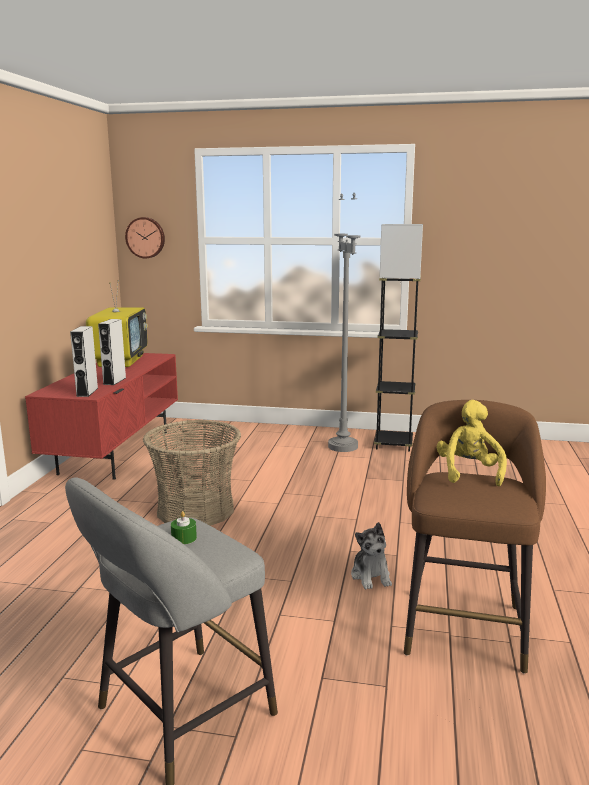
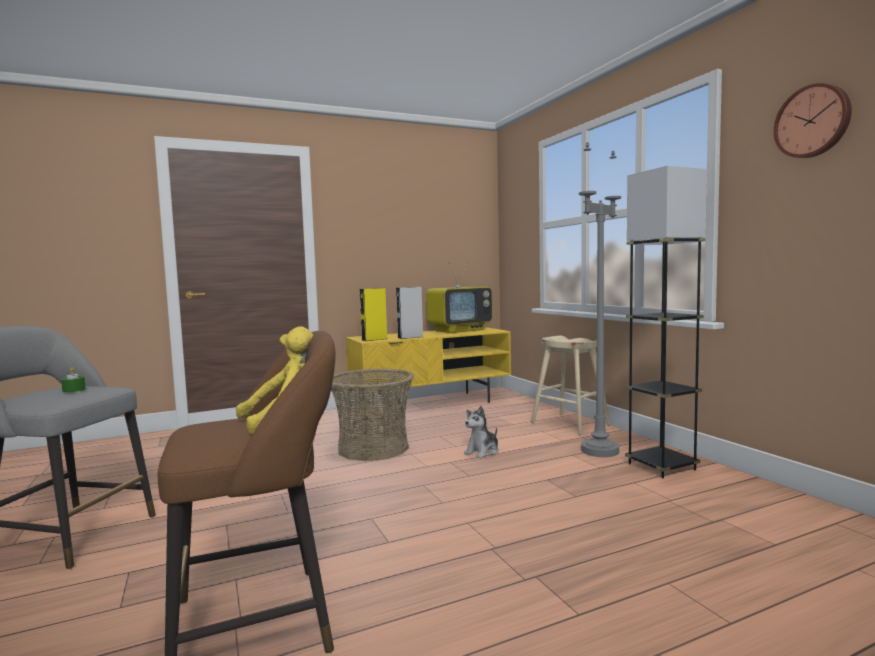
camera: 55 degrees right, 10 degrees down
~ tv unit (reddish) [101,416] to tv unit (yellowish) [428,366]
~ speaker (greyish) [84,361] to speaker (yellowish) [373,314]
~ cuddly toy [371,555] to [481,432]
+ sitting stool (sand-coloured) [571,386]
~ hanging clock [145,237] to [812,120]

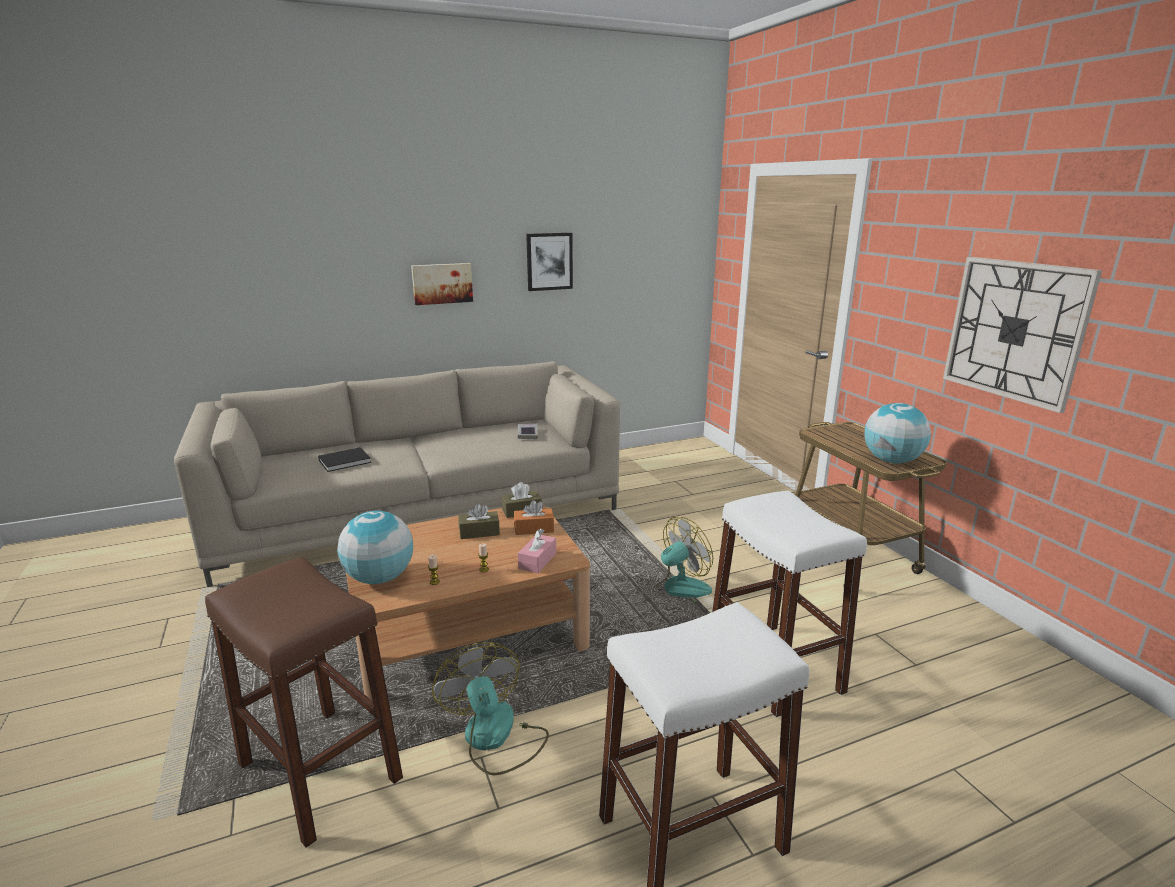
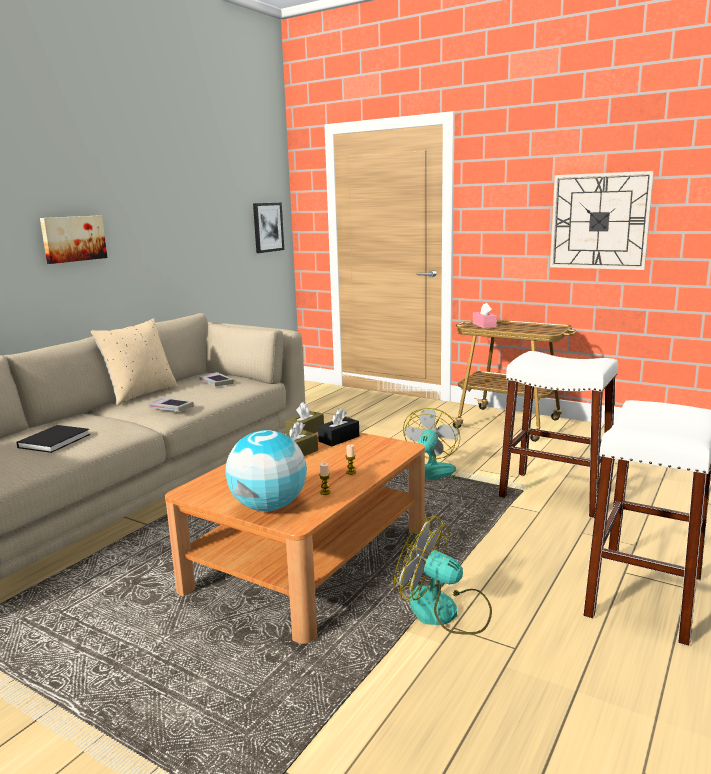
camera: 35 degrees left, 5 degrees down
+ throw pillow (sand-coloured) [134,361]
+ book [171,404]
~ wall picture [549,262] to [268,228]
~ tissue box (orange-coloured) [534,517] to tissue box (black) [338,427]
~ tissue box (pinkish) [537,551] to [485,315]
- sitting stool (brownish) [304,702]
- desk globe [897,433]

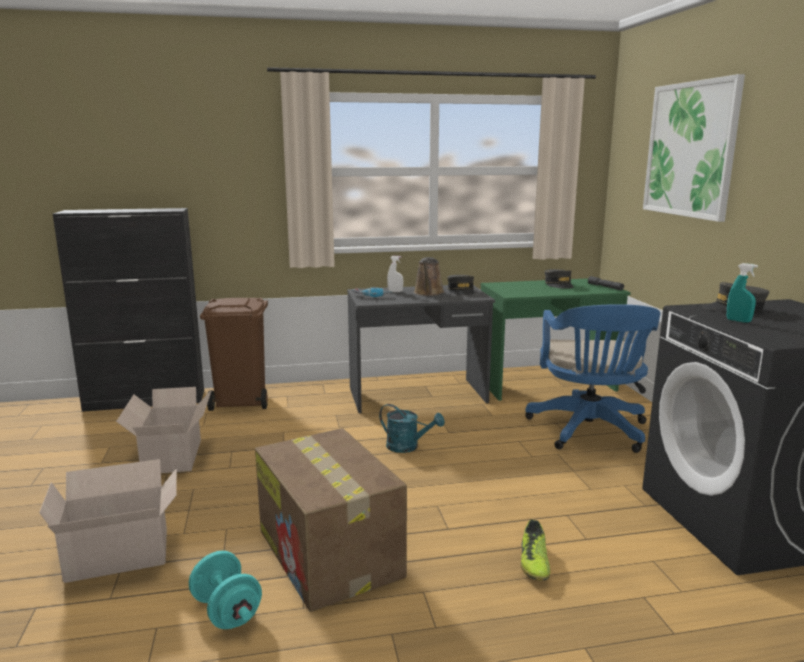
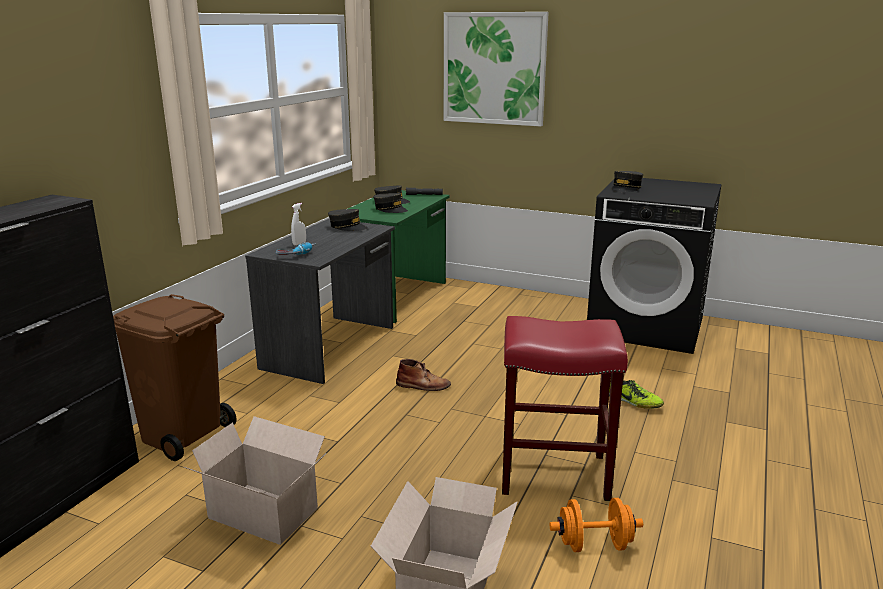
camera: 55 degrees left, 5 degrees up
+ cap (greyish) [390,203]
~ watering can (blue-green) [412,428] to high-top boot (brownish) [423,375]
~ cardboard box [331,520] to sitting stool (reddish) [565,408]
~ free weight (blue-green) [225,590] to free weight (orange-coloured) [596,525]
- watering can (brownish) [429,276]
- computer chair (blue) [592,378]
- sprayer (blue-green) [742,293]

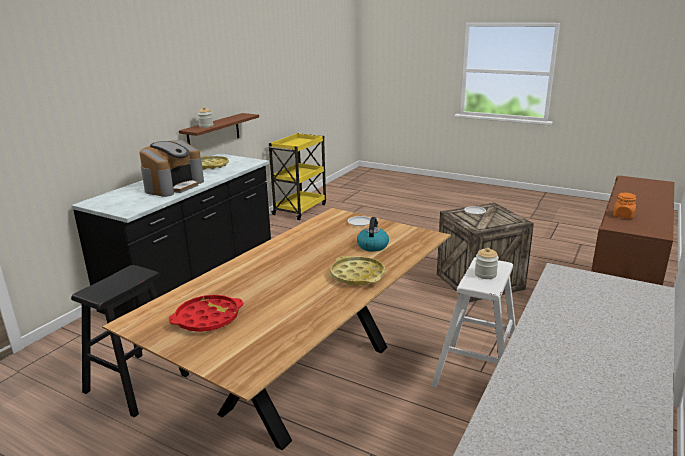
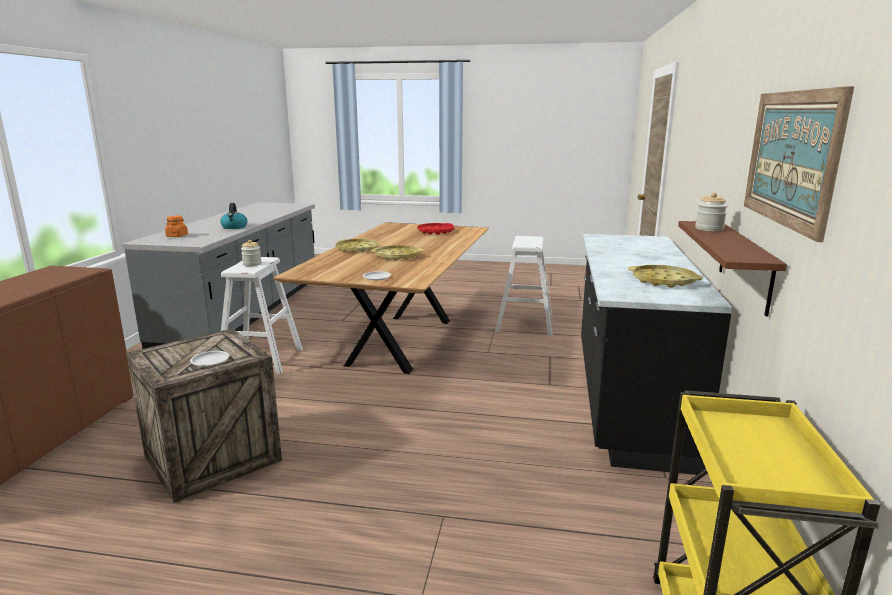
camera: 160 degrees right, 5 degrees down
~ preserve jar (orange-coloured) [624,205] to [176,226]
~ tea kettle [373,234] to [233,216]
+ tray (yellowish) [397,253]
~ sitting stool (black) [130,341] to sitting stool (white-coloured) [523,285]
+ wall picture [799,164]
- coffee machine [171,168]

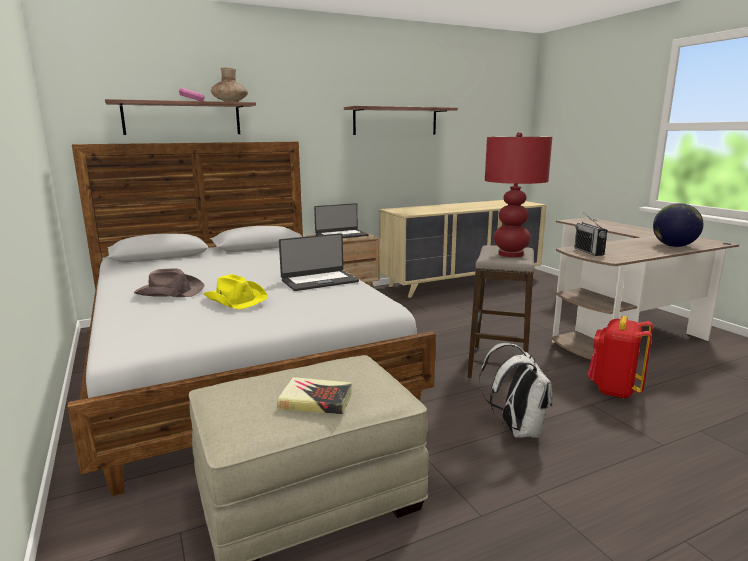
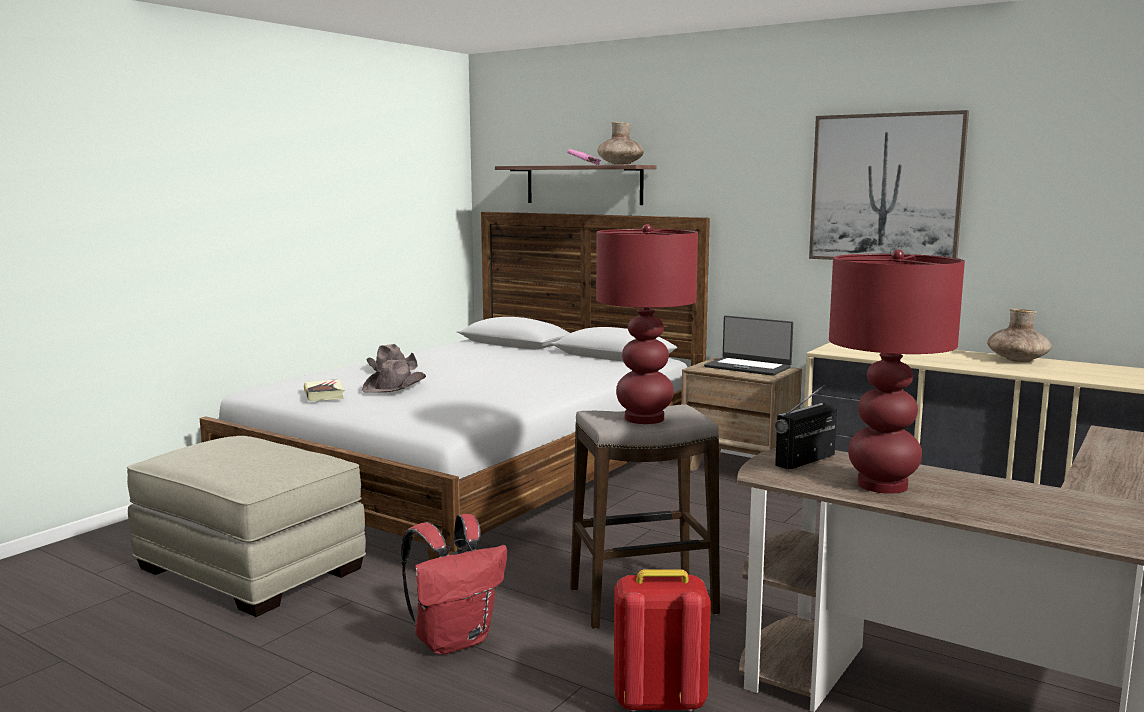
camera: 60 degrees right, 5 degrees down
~ book [314,395] to [324,390]
~ wearable hat (yellowish) [236,291] to wearable hat (brownish) [394,376]
~ backpack (white-coloured) [516,390] to backpack (reddish) [454,584]
~ shelf [401,120] to wall picture [889,185]
+ lamp for a table (reddish) [897,371]
+ flower vase (brownish) [1019,335]
- notebook computer [319,262]
- desk globe [678,225]

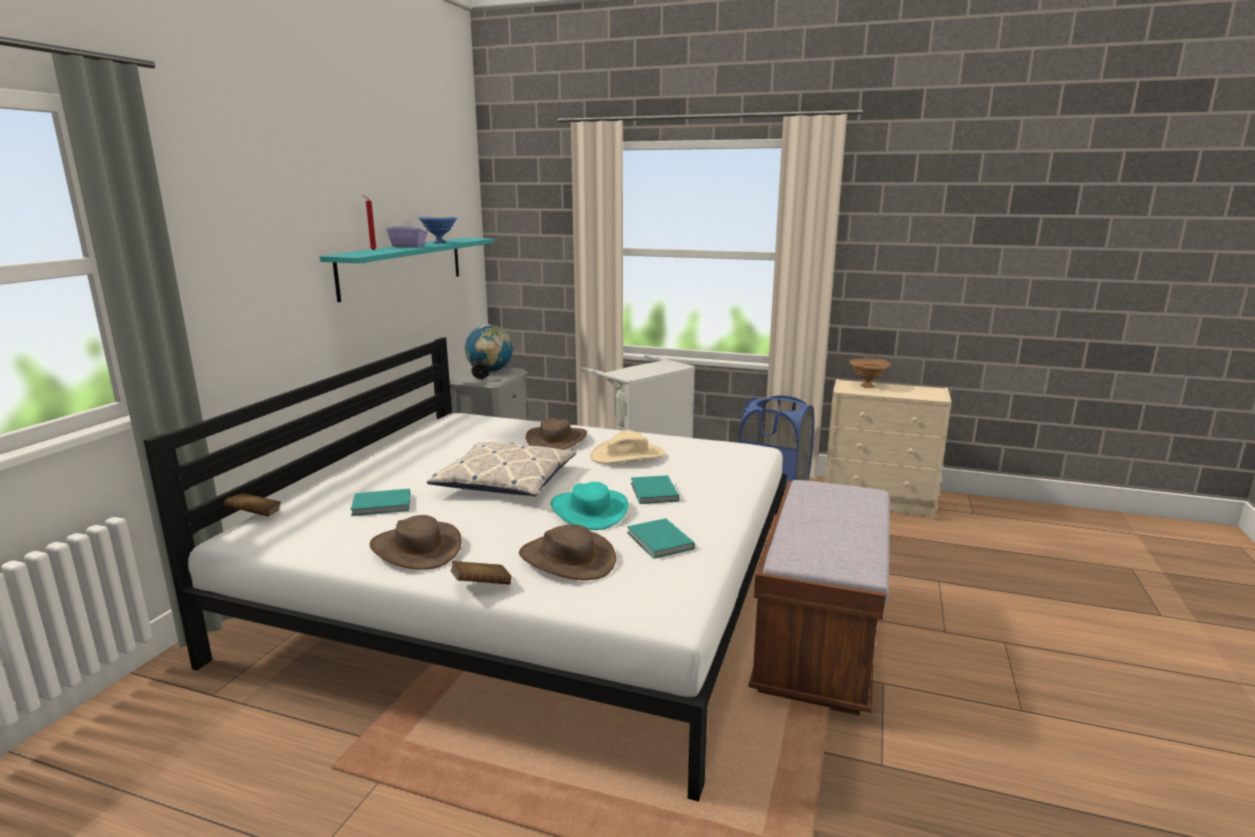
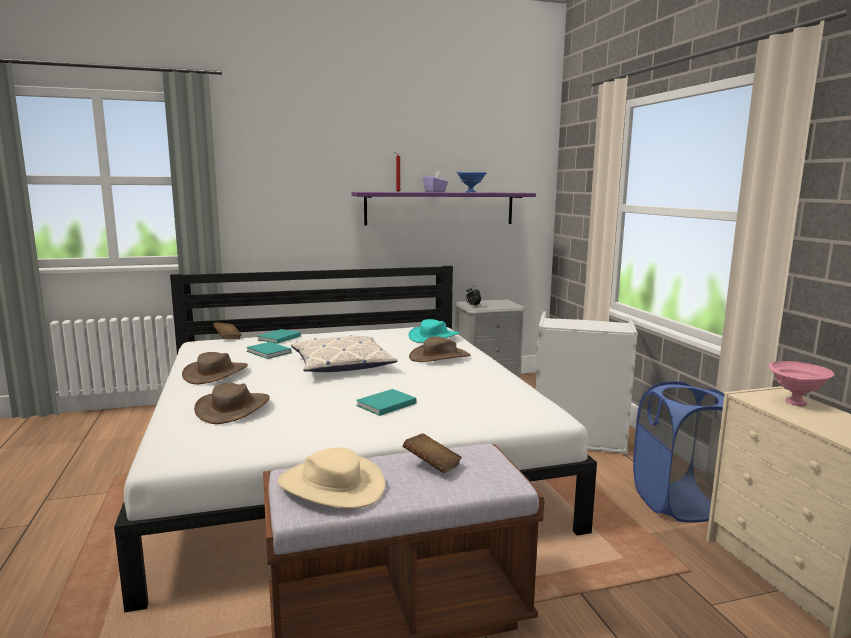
camera: 55 degrees right, 5 degrees down
~ book (blue-green) [661,538] to [279,336]
~ wearable hat (sand-coloured) [627,446] to [331,477]
~ shelf (blue-green) [407,270] to shelf (purple) [444,209]
~ book (brownish) [480,573] to [432,453]
~ wearable hat (blue-green) [589,506] to [434,331]
~ serving bowl (brownish) [870,373] to serving bowl (pinkish) [801,383]
- desk globe [489,348]

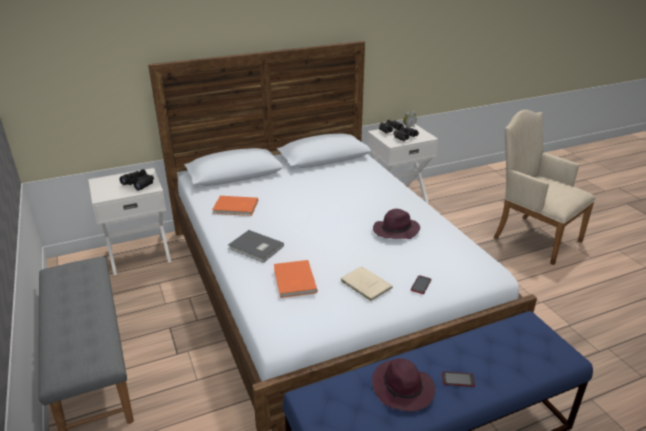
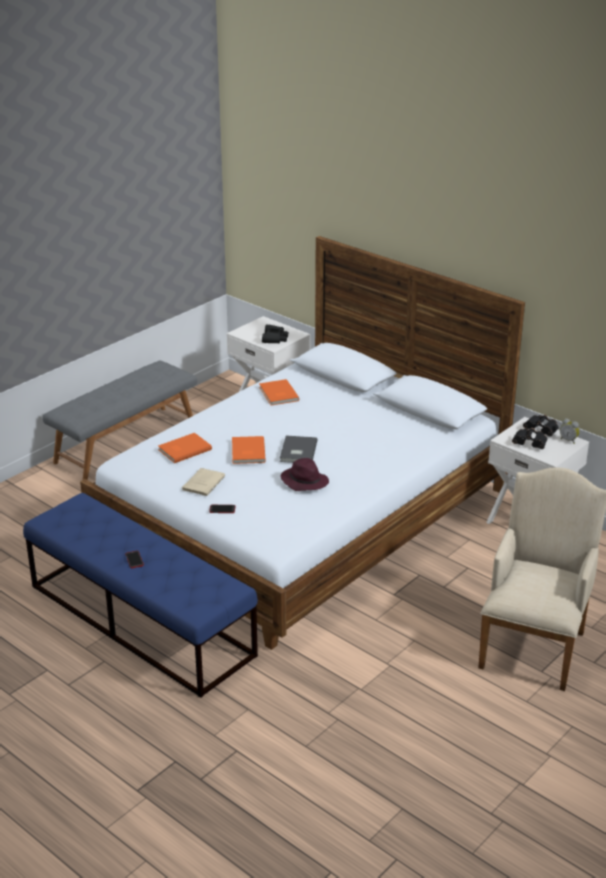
camera: 65 degrees right, 0 degrees up
+ book (orange-coloured) [249,450]
~ book (greyish) [256,246] to [299,449]
- wearable hat (purple) [403,384]

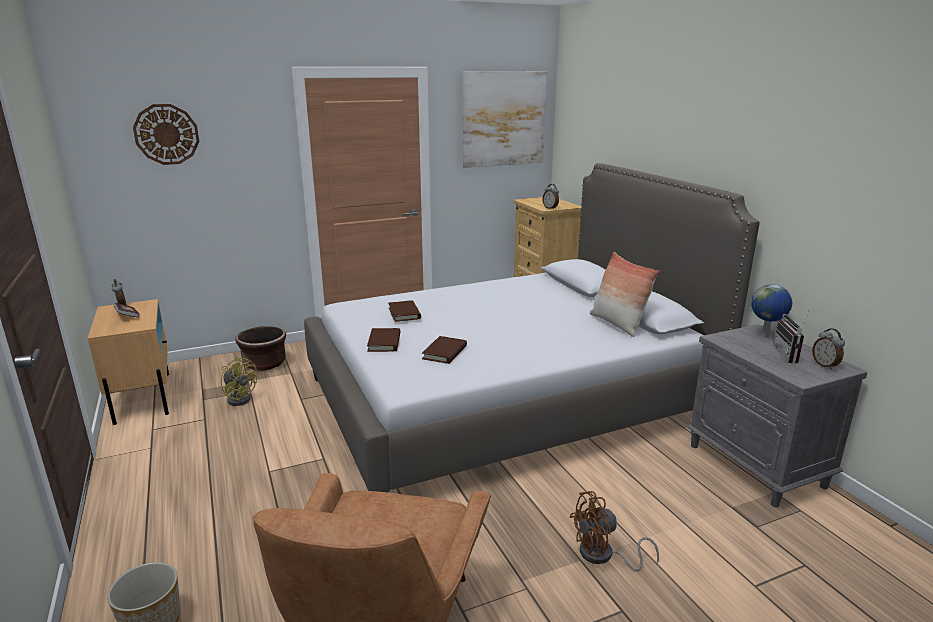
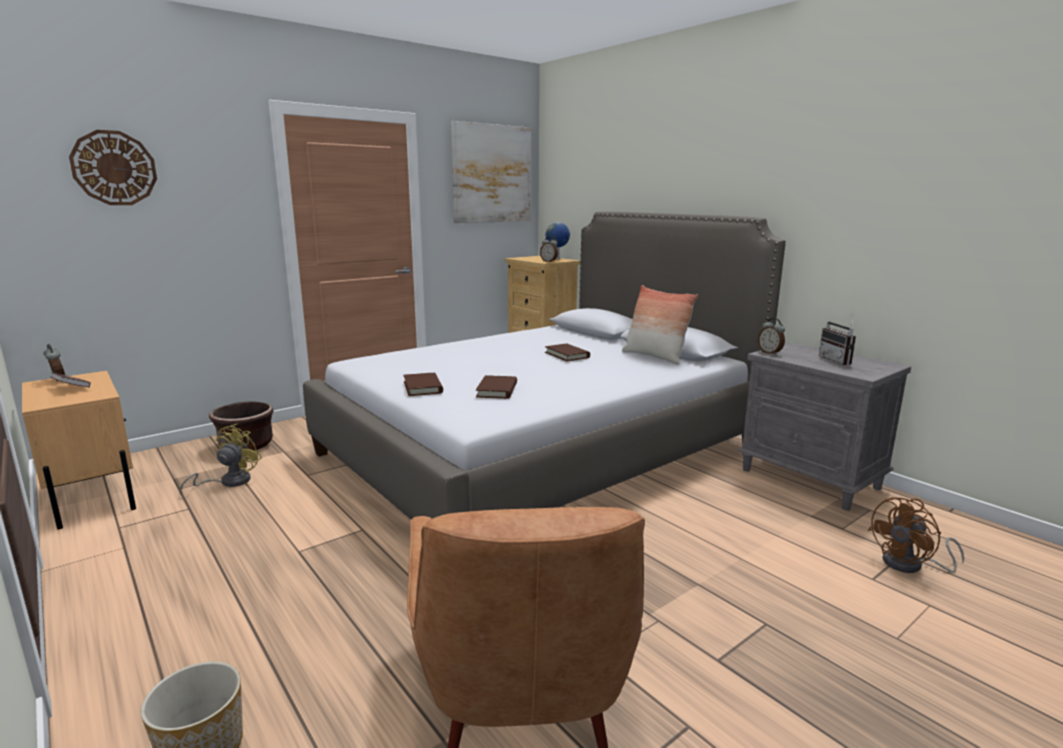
camera: 15 degrees left, 5 degrees down
~ fan (yellowish) [239,381] = [221,459] 90 degrees counterclockwise
~ book (brownish) [404,311] to [567,352]
~ desk globe [771,310] to [558,240]
~ bedside clock [828,349] to [771,336]
~ fan (brownish) [614,531] to [916,535]

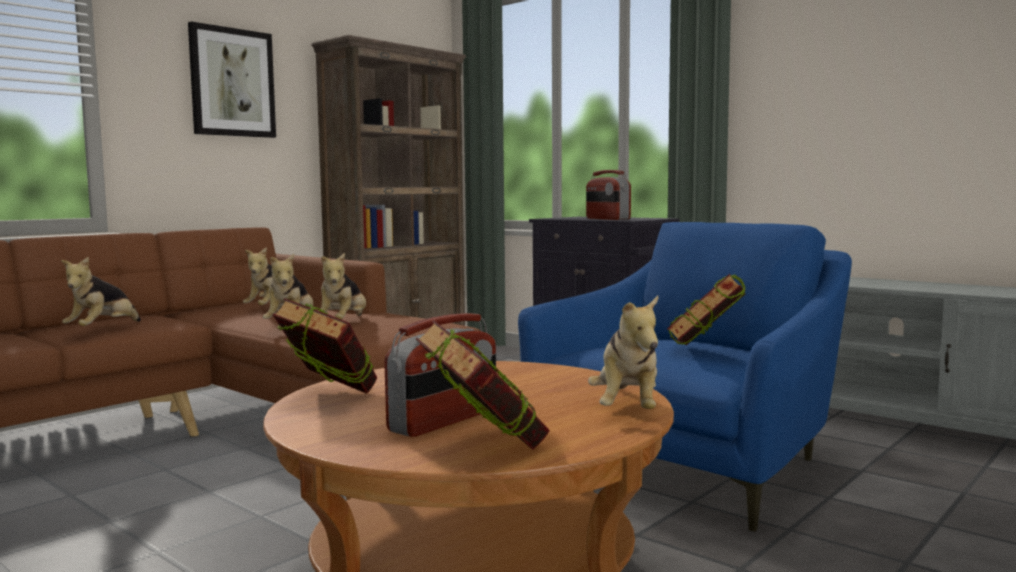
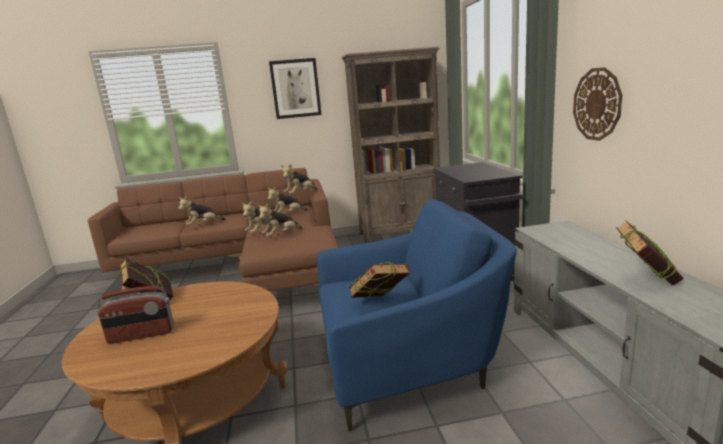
camera: 40 degrees right, 10 degrees up
~ cuddly toy [623,352] to [299,179]
+ hanging clock [597,104]
~ book [483,385] to [650,253]
- radio receiver [608,195]

